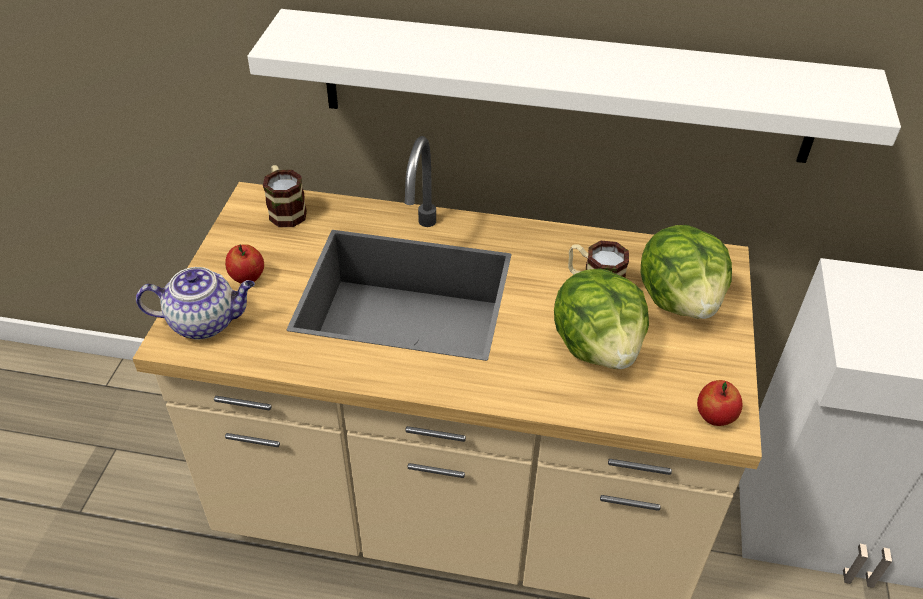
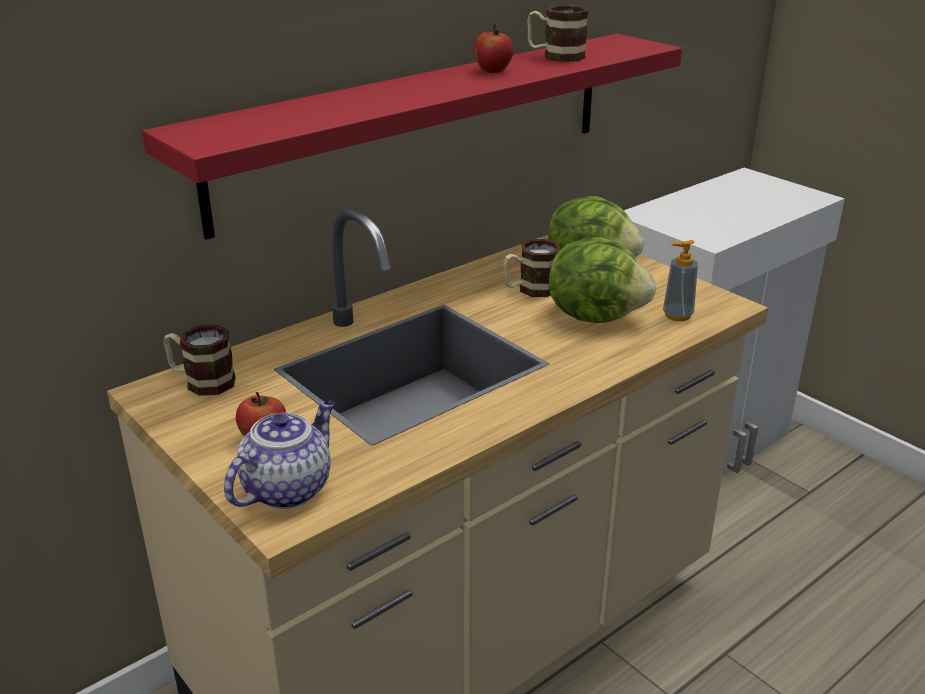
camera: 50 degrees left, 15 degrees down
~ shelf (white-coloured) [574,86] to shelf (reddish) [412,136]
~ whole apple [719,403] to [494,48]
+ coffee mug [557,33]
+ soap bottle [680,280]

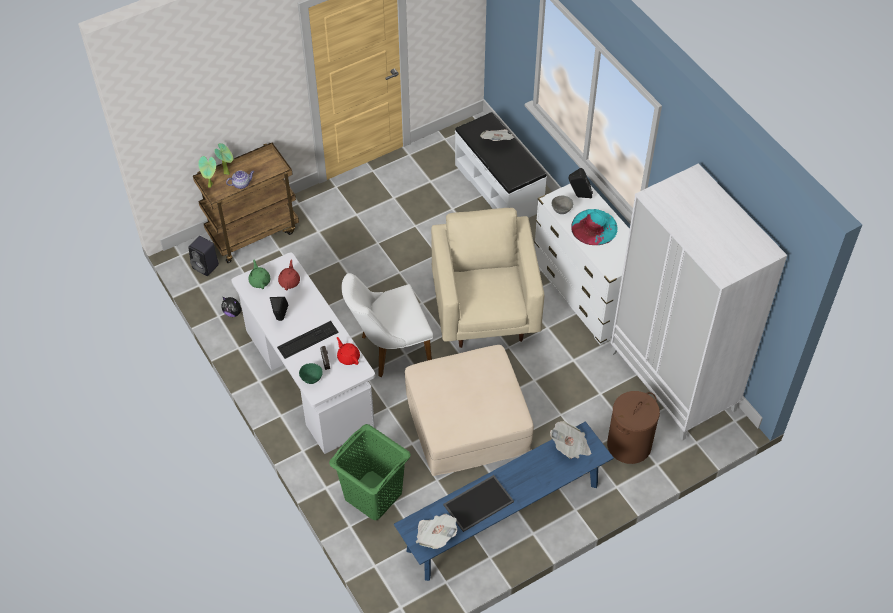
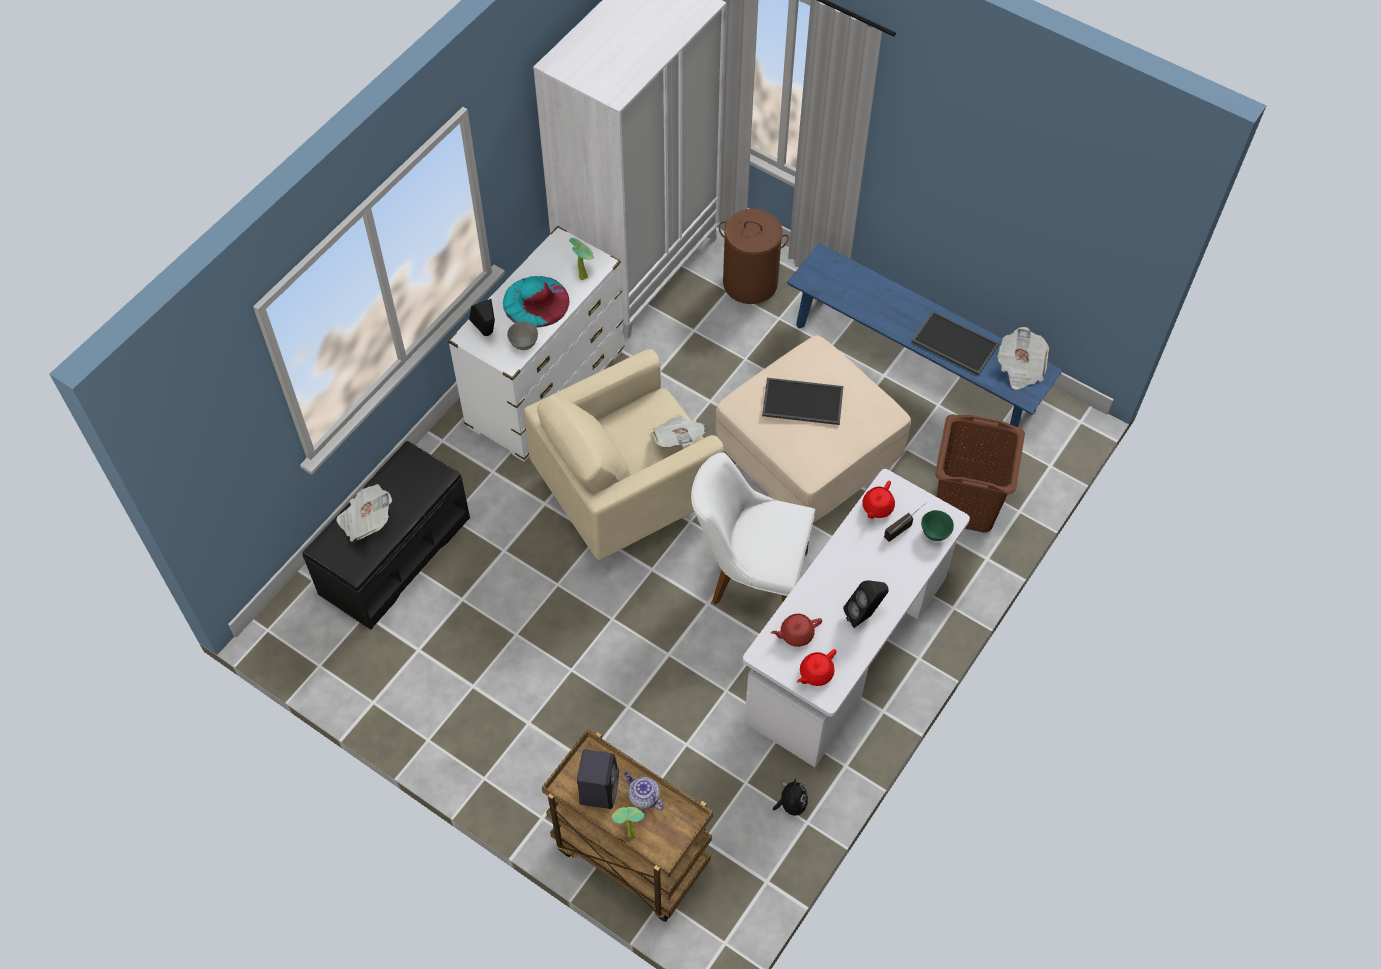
camera: 115 degrees left, 5 degrees up
~ long seat (white-coloured) [501,165] to long seat (black) [386,535]
~ plant in a pot [207,172] to [581,259]
~ speaker (black) [203,256] to [598,779]
~ newspaper [570,440] to [678,431]
~ plain chair (white-coloured) [387,325] = [753,528] 150 degrees clockwise
+ tray [802,401]
~ pot for tea (green-coloured) [259,274] to pot for tea (reddish) [817,667]
~ washing basket (green-coloured) [370,472] to washing basket (brownish) [980,473]
- computer keyboard [308,340]

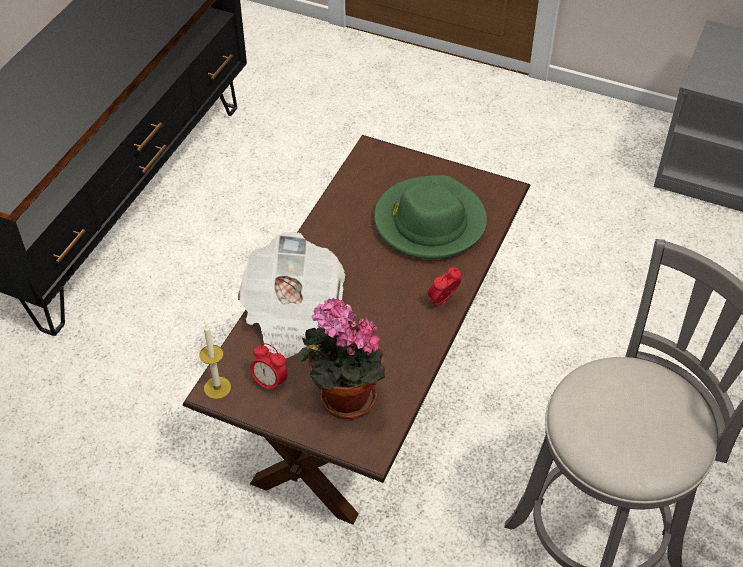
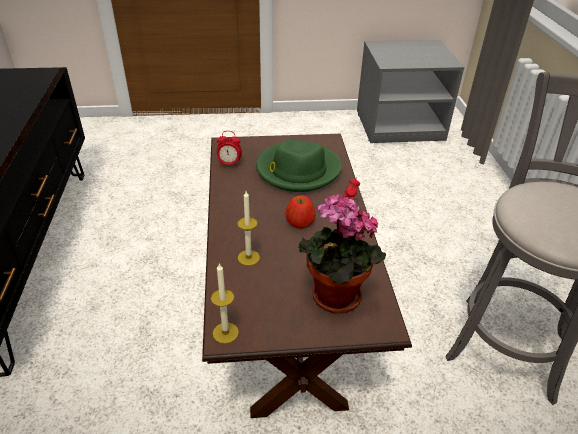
camera: 30 degrees left, 10 degrees down
~ bedside clock [269,368] to [229,149]
~ newspaper [291,295] to wax candle [248,228]
+ whole apple [301,212]

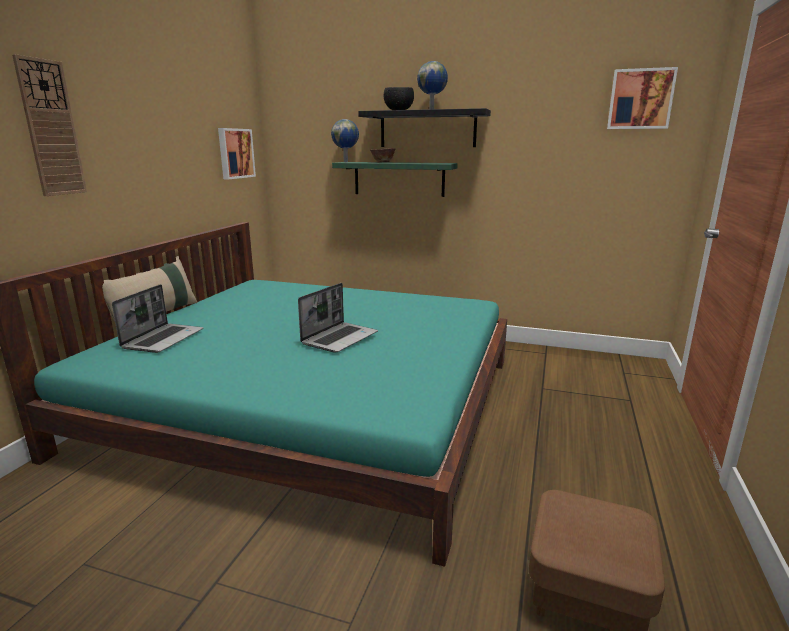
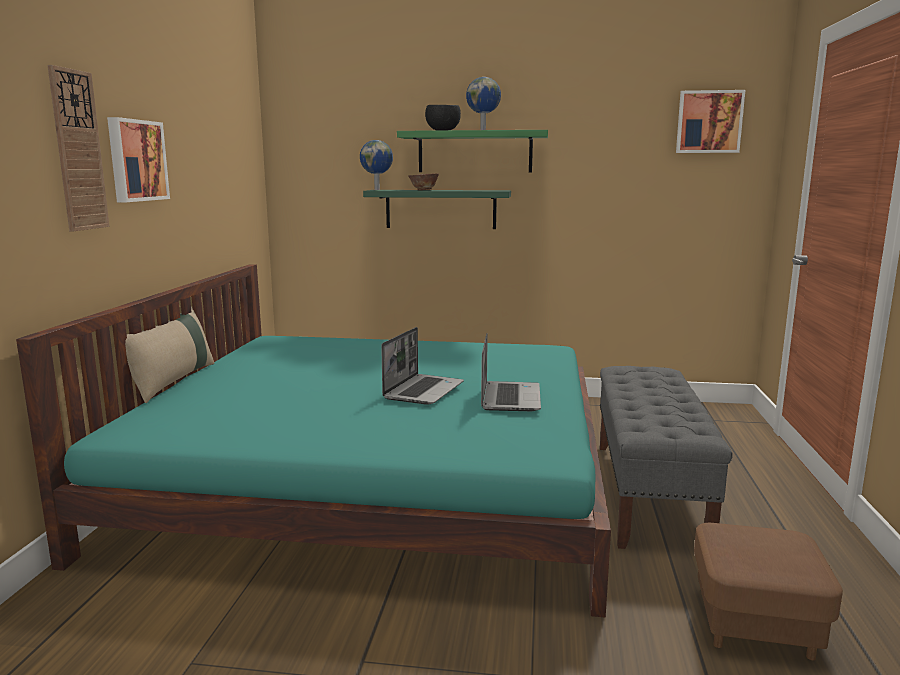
camera: 10 degrees left, 5 degrees down
~ wall picture [237,153] to [138,159]
~ shelf (black) [424,127] to shelf (green-coloured) [472,151]
~ notebook computer [158,318] to [511,372]
+ long seat (greyish) [666,457]

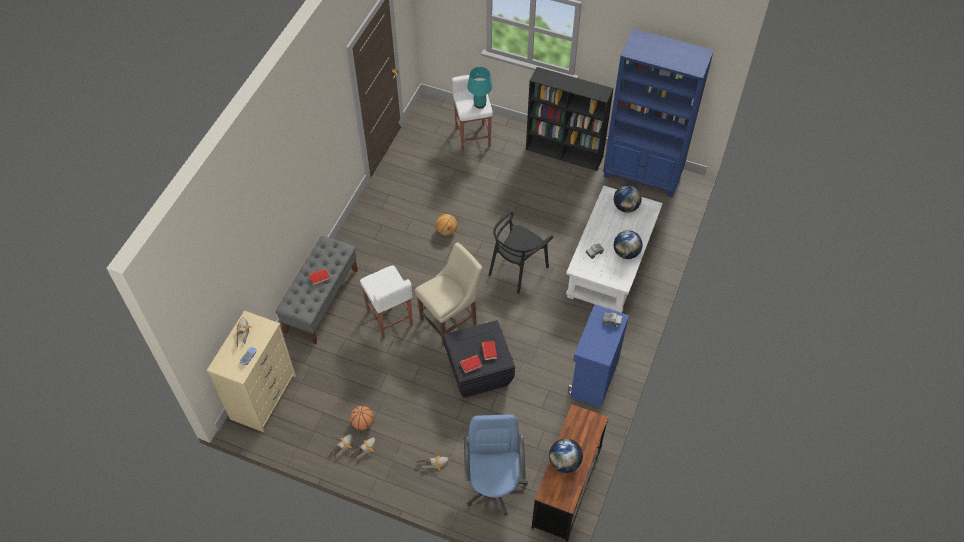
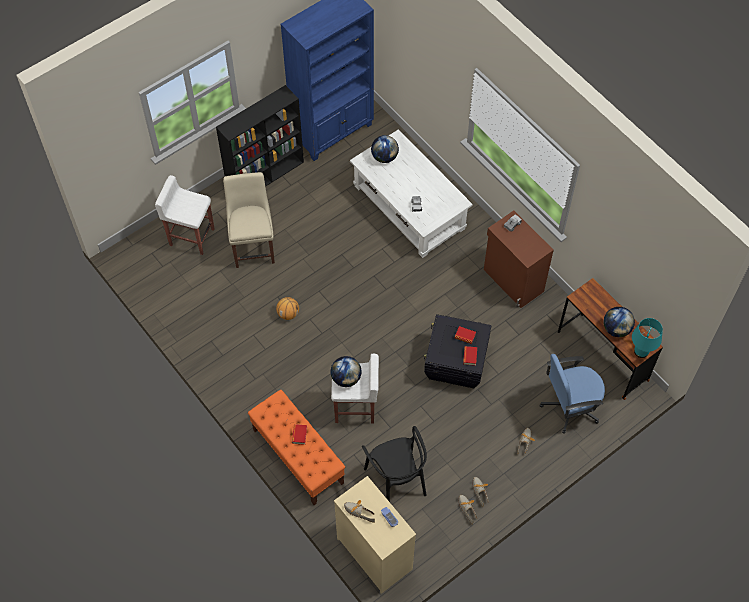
camera: 60 degrees left, 5 degrees up
~ plain chair (sand-coloured) [448,294] to [249,220]
~ long seat (greyish) [316,290] to long seat (orange-coloured) [297,447]
~ desk globe [628,244] to [346,371]
~ plain chair (black) [521,252] to [394,464]
~ cupboard (blue) [598,356] to cupboard (brownish) [519,259]
~ computer chair (blue) [496,465] = [572,394] 45 degrees counterclockwise
~ lamp for a table (blue-green) [480,87] to [647,338]
- basketball [362,418]

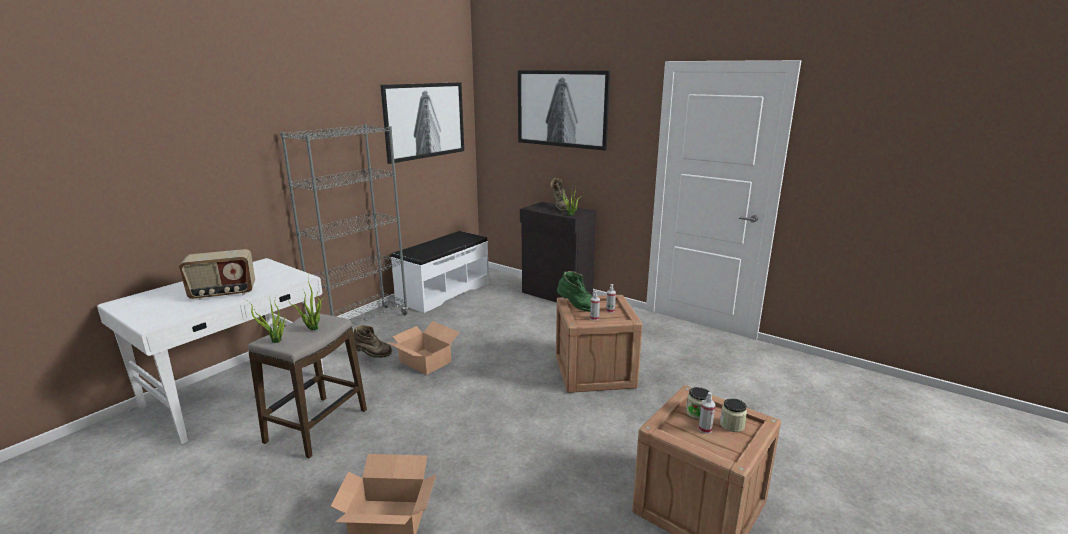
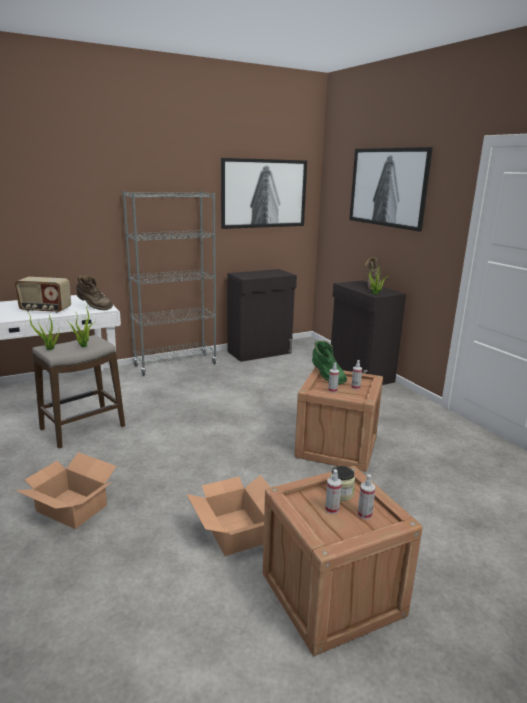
camera: 25 degrees right, 0 degrees up
~ high-top boot (brownish) [373,341] to [94,293]
~ cardboard box [423,348] to [228,515]
~ long seat (white-coloured) [440,272] to cupboard (black) [262,315]
~ preserve jar [733,415] to sprayer [366,496]

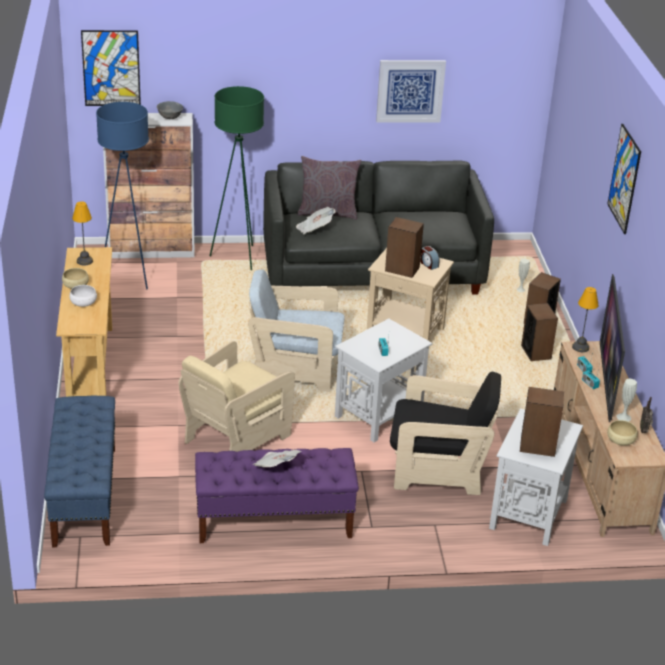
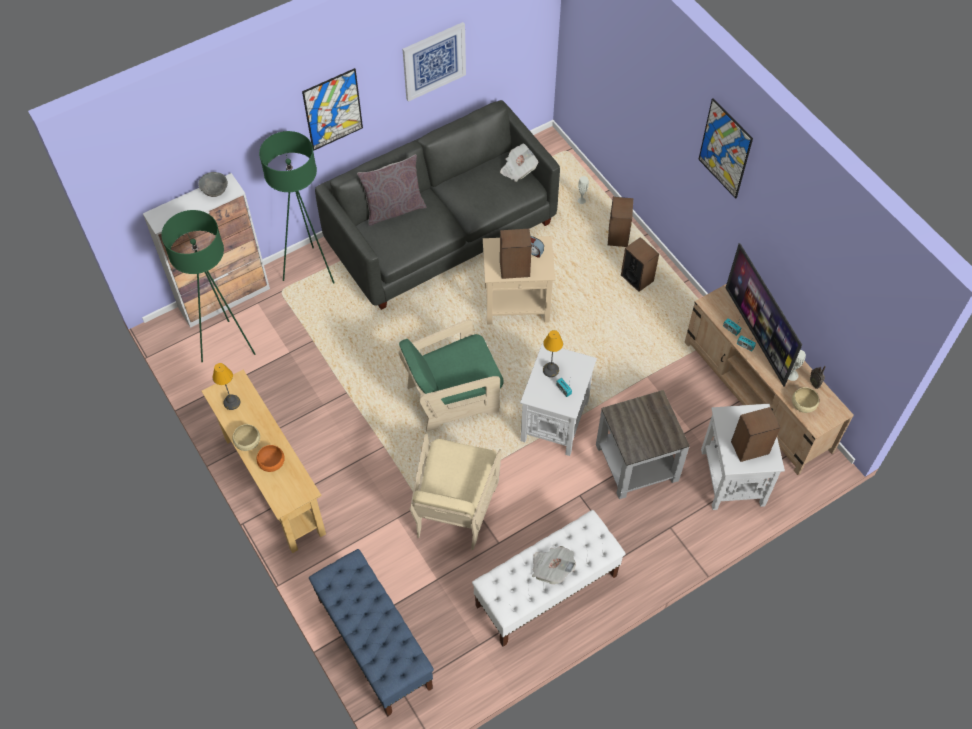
camera: 25 degrees left, 25 degrees up
~ floor lamp (blue) [122,196] to floor lamp (green-coloured) [208,286]
~ serving bowl (white-coloured) [83,296] to serving bowl (orange-coloured) [271,458]
~ wall picture [111,68] to [332,109]
~ lounge chair (sand-coloured) [296,331] to lounge chair (green-coloured) [451,375]
~ long seat (purple) [277,495] to long seat (white-coloured) [549,578]
~ newspaper [316,220] to [519,162]
~ lamp for a table [585,319] to [553,353]
~ lounge chair (black) [445,433] to accent table (greyish) [643,444]

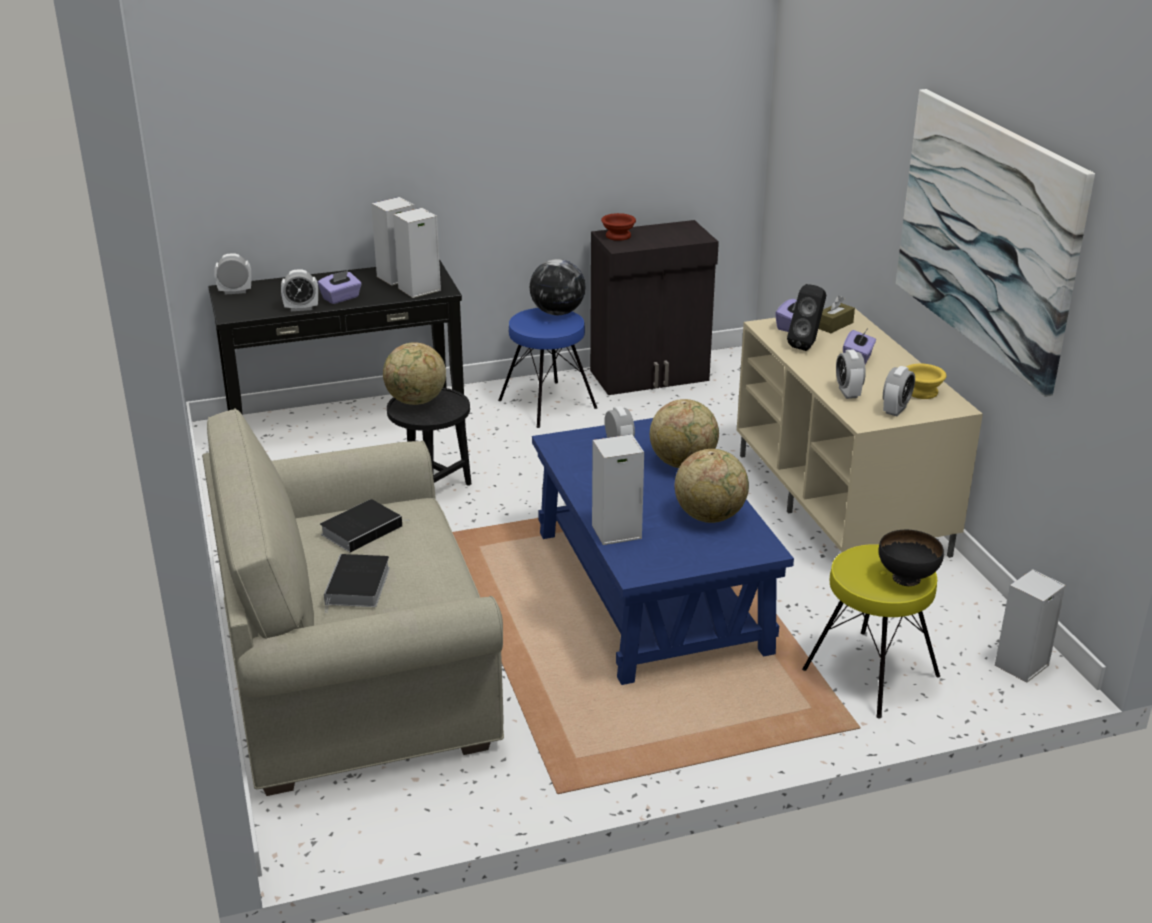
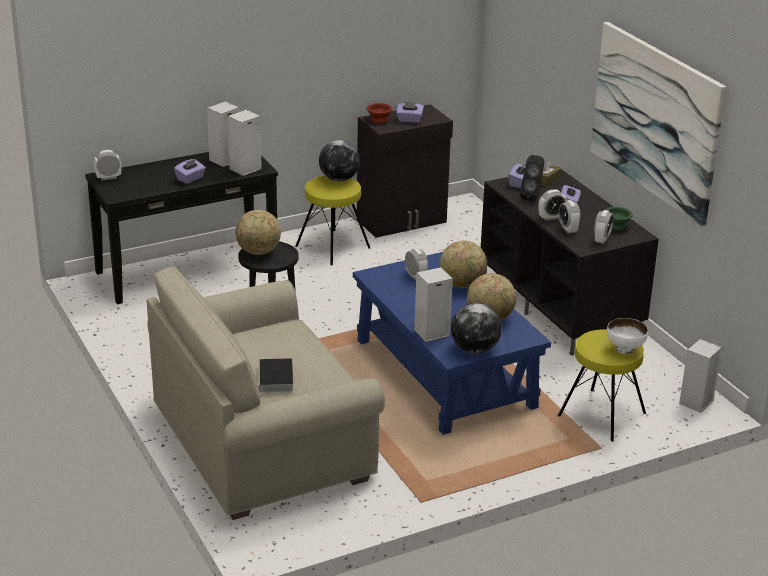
camera: 10 degrees left, 0 degrees up
~ sitting stool (blue) [547,368] to sitting stool (yellowish) [332,220]
+ tissue box (purple) [410,112]
+ desk globe [476,328]
~ tv unit (sand-coloured) [860,433] to tv unit (black) [570,262]
~ bedside clock [299,290] to [552,205]
~ serving bowl (yellowish) [926,381] to serving bowl (green-coloured) [619,219]
~ serving bowl (black) [911,558] to serving bowl (white-coloured) [627,336]
- book [364,526]

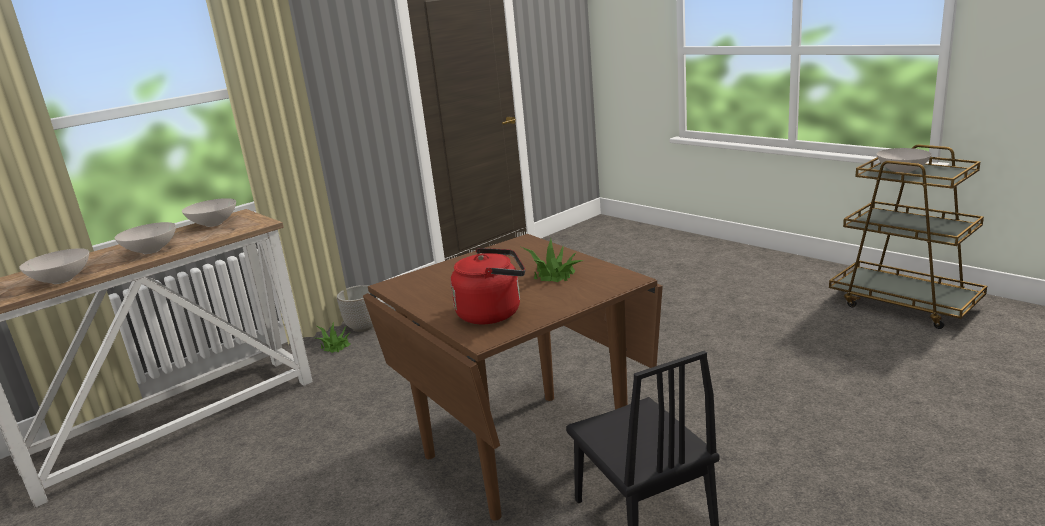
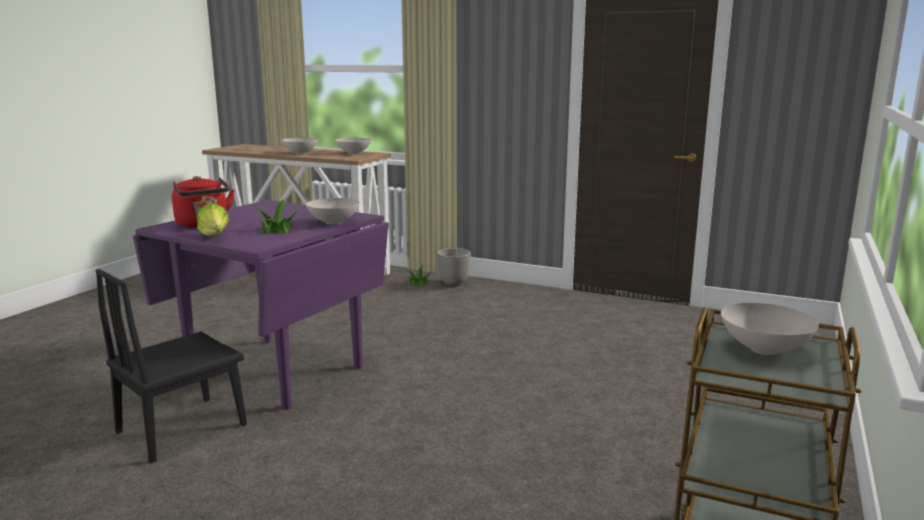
camera: 65 degrees right, 5 degrees down
~ kitchen table (brownish) [513,377] to kitchen table (purple) [261,305]
+ lettuce head [213,220]
~ serving bowl (white-coloured) [54,266] to [333,211]

